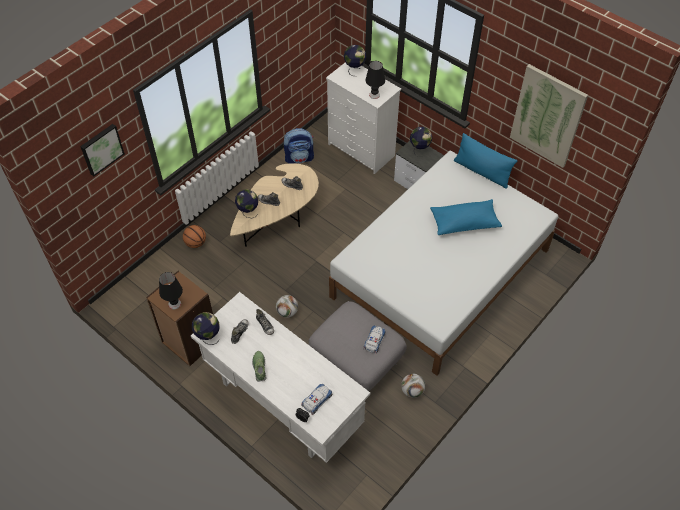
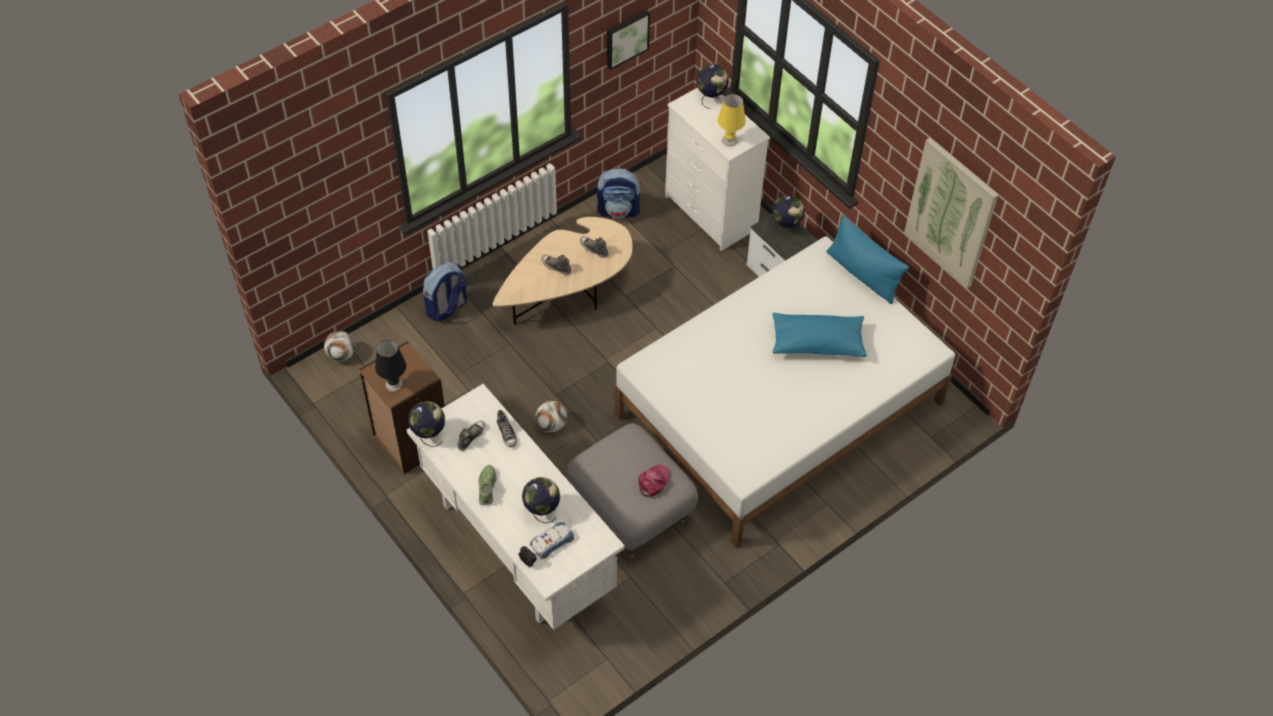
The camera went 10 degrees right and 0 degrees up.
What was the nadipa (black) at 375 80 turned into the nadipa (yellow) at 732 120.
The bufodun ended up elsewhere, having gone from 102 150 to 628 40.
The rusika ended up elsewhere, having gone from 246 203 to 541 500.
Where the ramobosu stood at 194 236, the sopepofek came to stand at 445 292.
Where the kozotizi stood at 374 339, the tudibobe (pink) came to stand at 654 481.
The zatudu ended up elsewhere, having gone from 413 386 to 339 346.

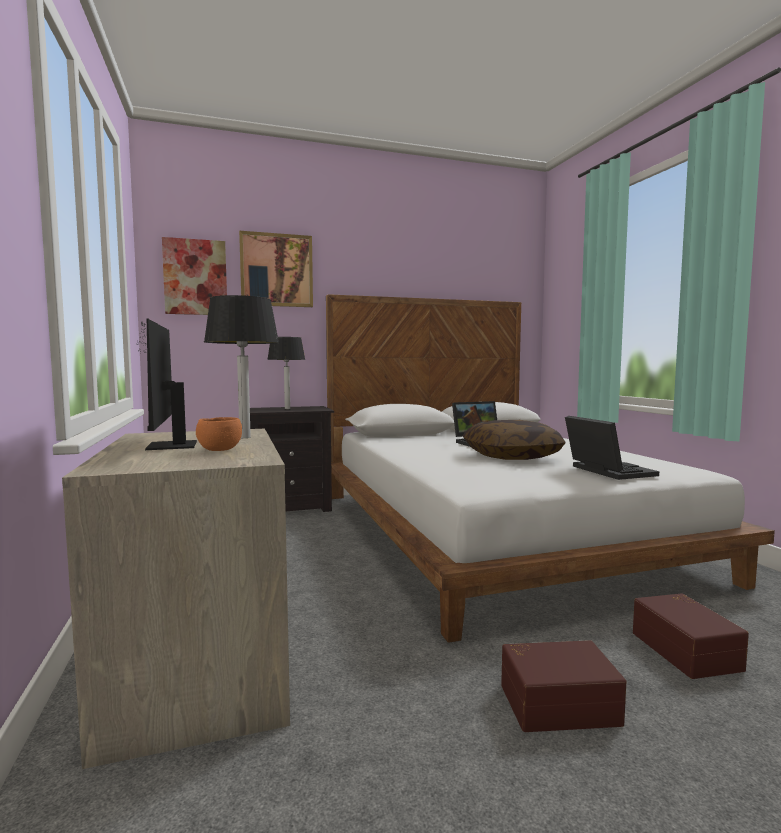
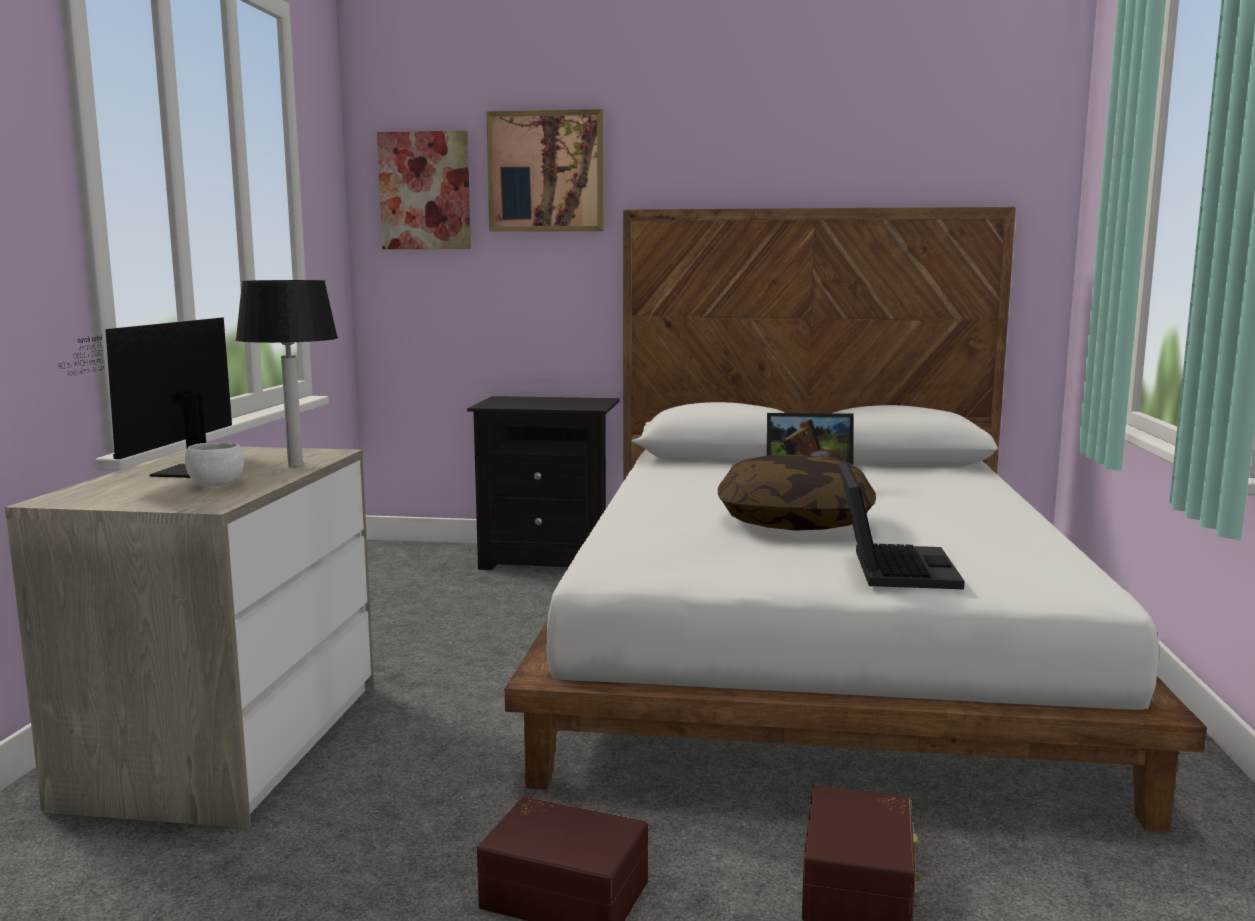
The camera went 25 degrees right and 5 degrees up.
The second view lost the nadipa at 286 373.
What was the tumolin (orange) at 219 434 turned into the tumolin (white) at 214 464.

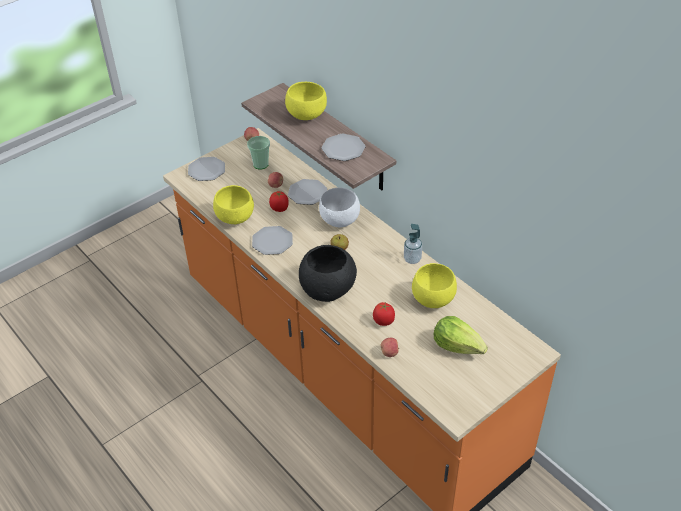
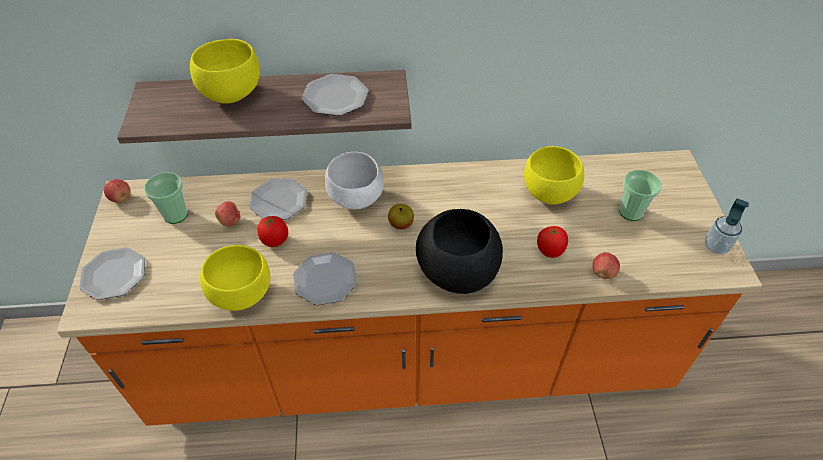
The camera went 55 degrees left and 5 degrees up.
The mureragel ended up elsewhere, having gone from 413 244 to 727 226.
Where the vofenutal stood at 461 335, the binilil came to stand at 640 195.

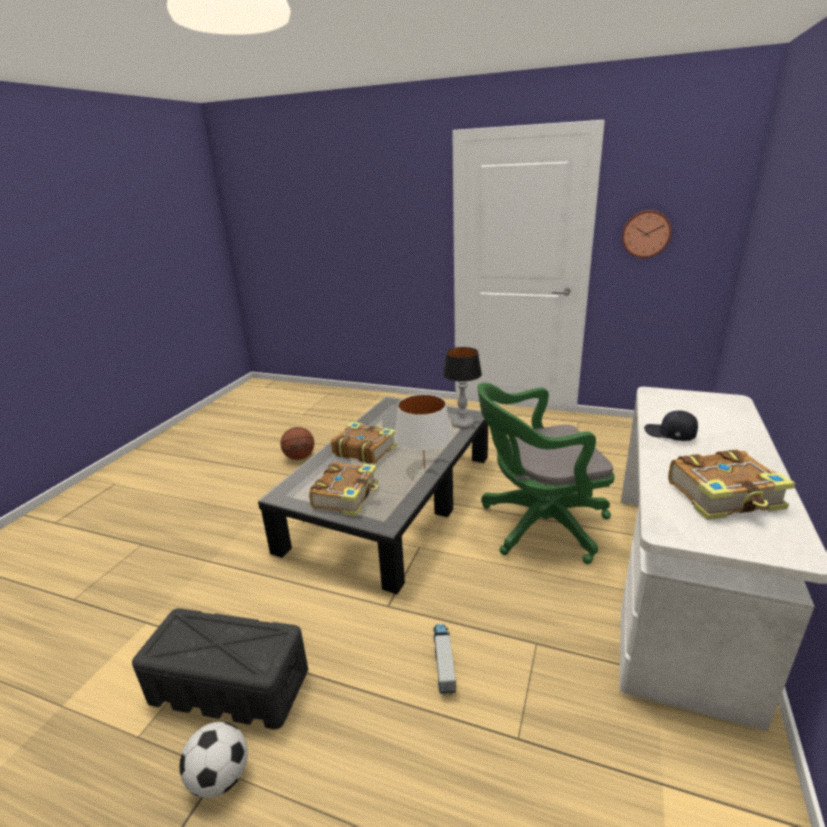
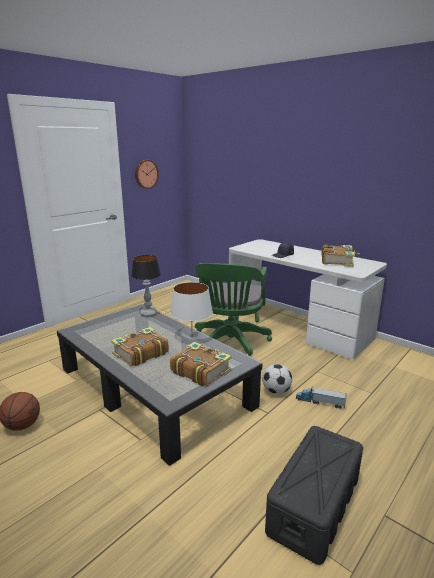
The camera went 70 degrees left and 5 degrees down.
The zatudu ended up elsewhere, having gone from 213 760 to 277 379.

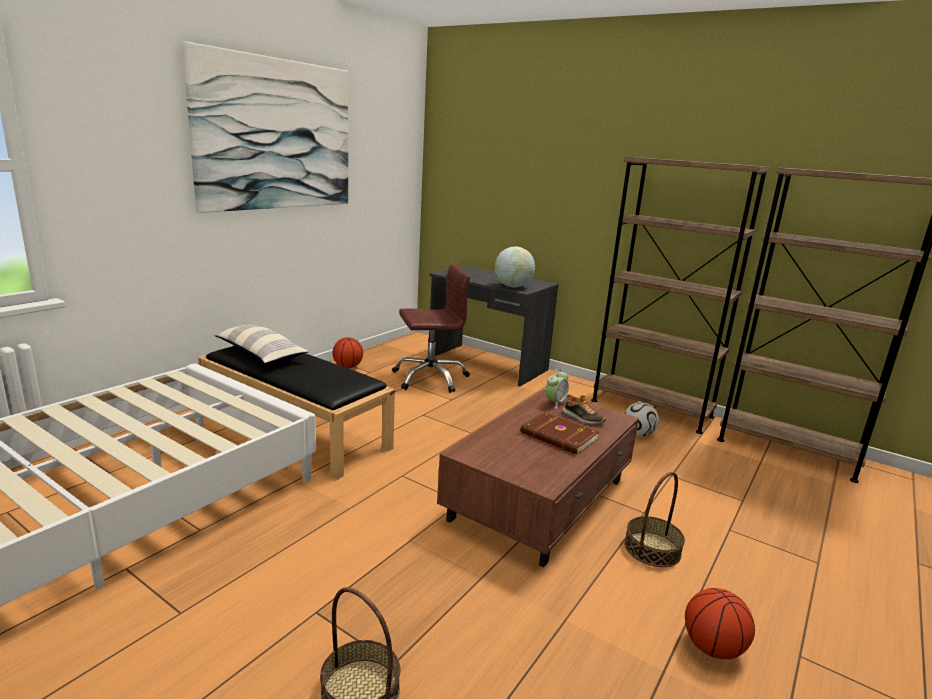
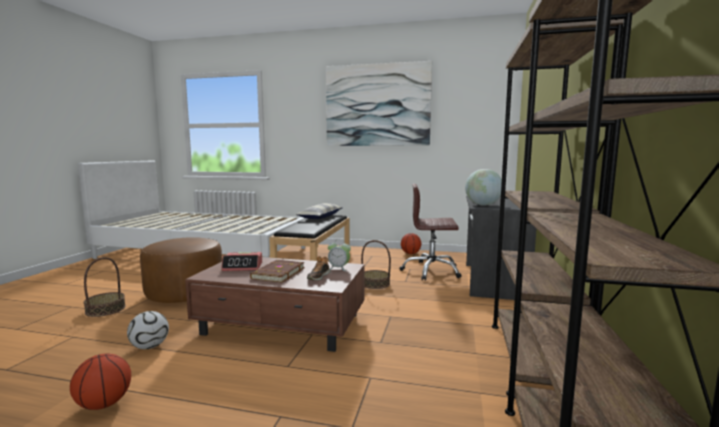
The camera went 70 degrees right and 10 degrees down.
The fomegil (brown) at 431 328 ended up facing another way, 135 degrees clockwise from before.
The zatudu ended up elsewhere, having gone from 641 419 to 148 330.
The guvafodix ended up elsewhere, having gone from 654 519 to 376 264.
The second view gained the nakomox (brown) at 181 270.
The second view gained the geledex at 241 261.

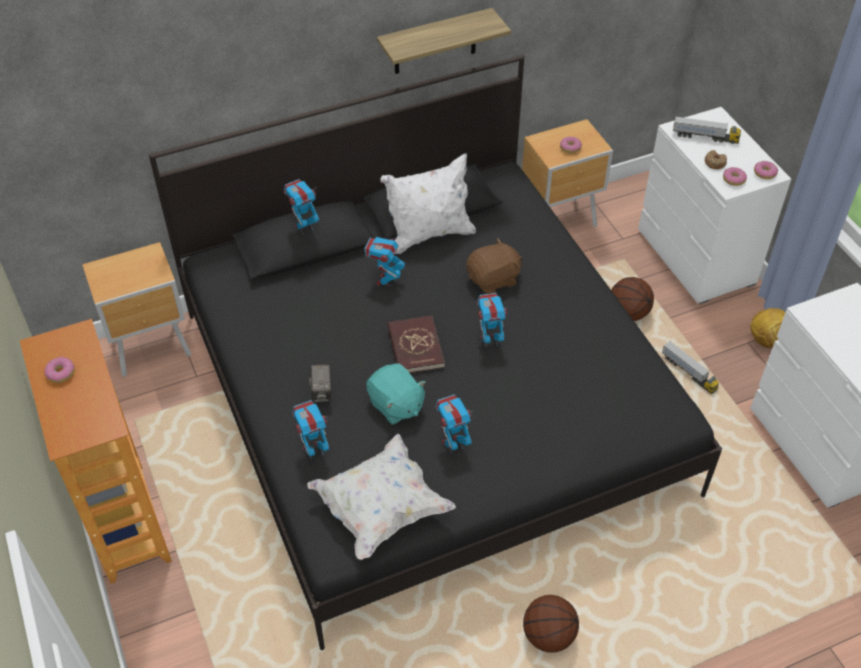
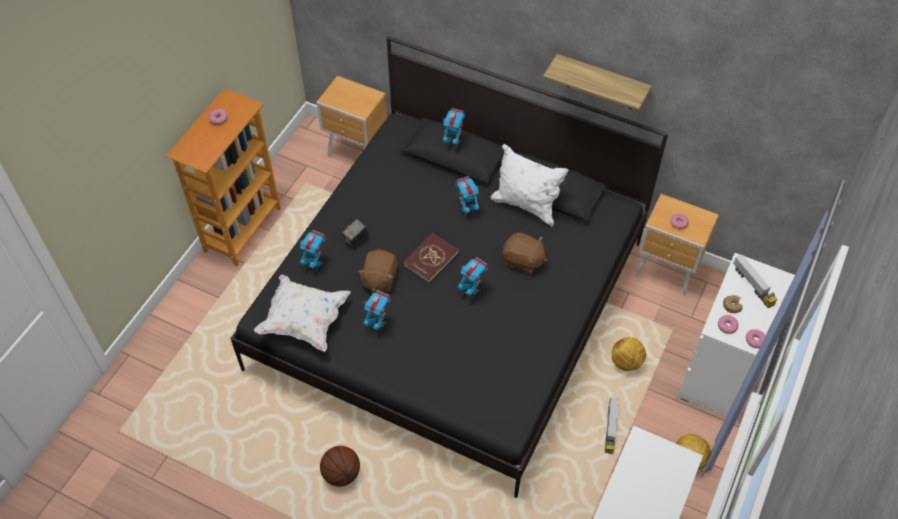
The camera went 50 degrees right and 5 degrees up.
Where the ramobosu stood at 632 299, the zatudu came to stand at 629 354.
What was the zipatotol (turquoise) at 396 394 turned into the zipatotol (brown) at 377 271.

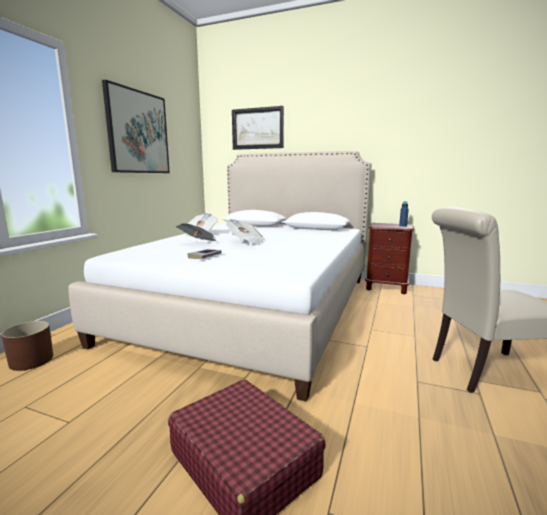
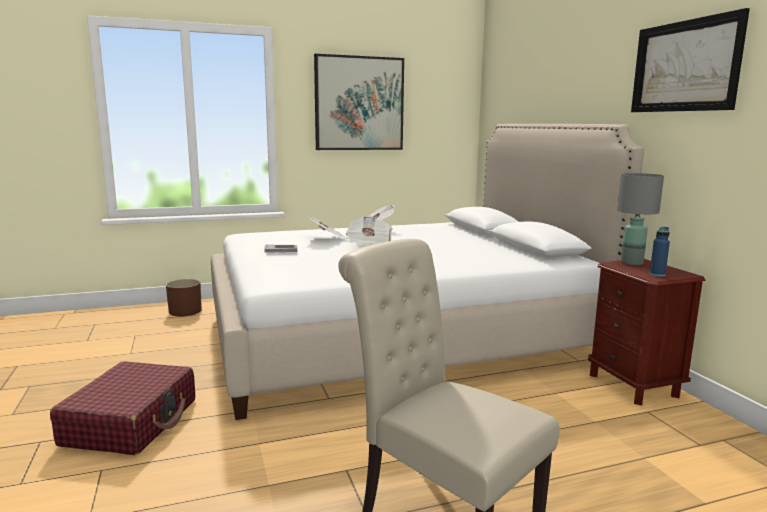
The camera went 50 degrees right and 0 degrees up.
The bufodun ended up elsewhere, having gone from 258 128 to 690 60.
The second view gained the nadipa (grey) at 640 219.

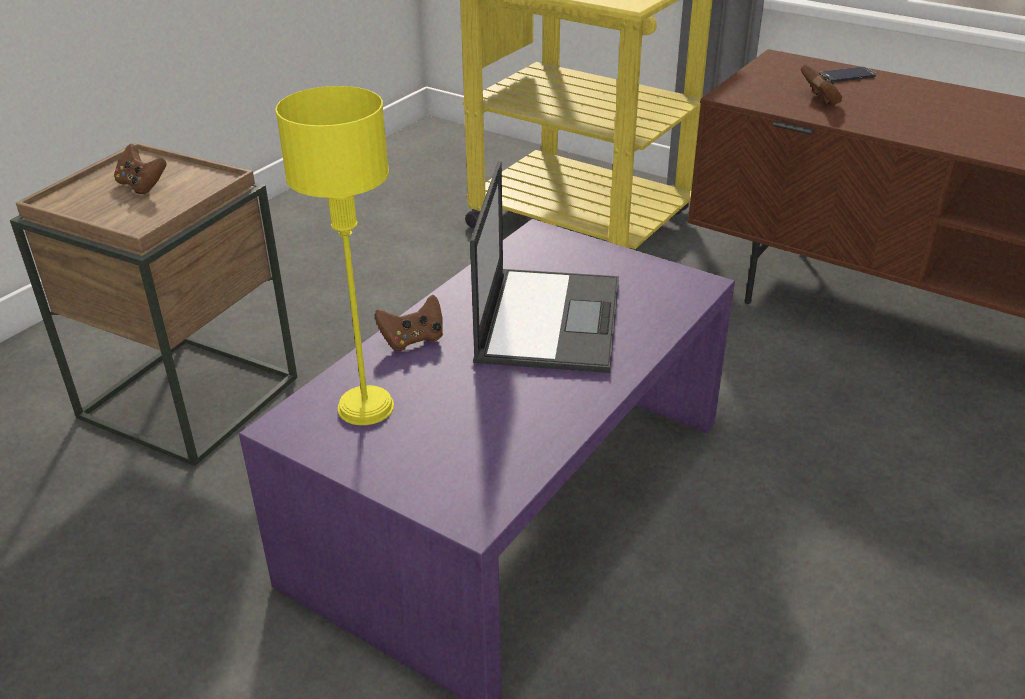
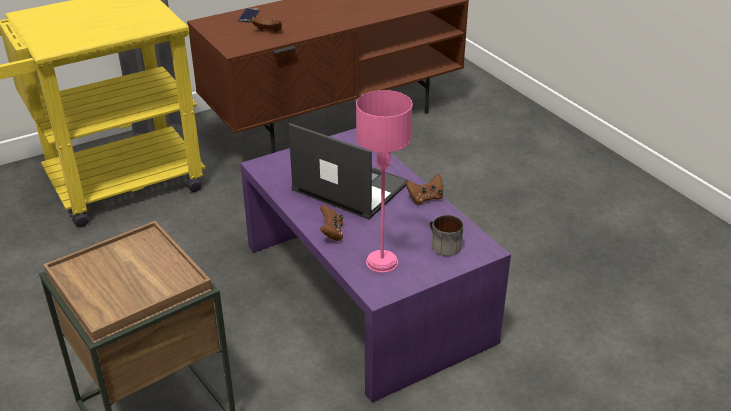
The camera went 65 degrees left and 0 degrees up.
What was the nadipa (yellow) at 334 255 turned into the nadipa (pink) at 384 181.
The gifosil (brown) ended up elsewhere, having gone from 140 168 to 424 189.
The second view gained the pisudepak at 446 235.

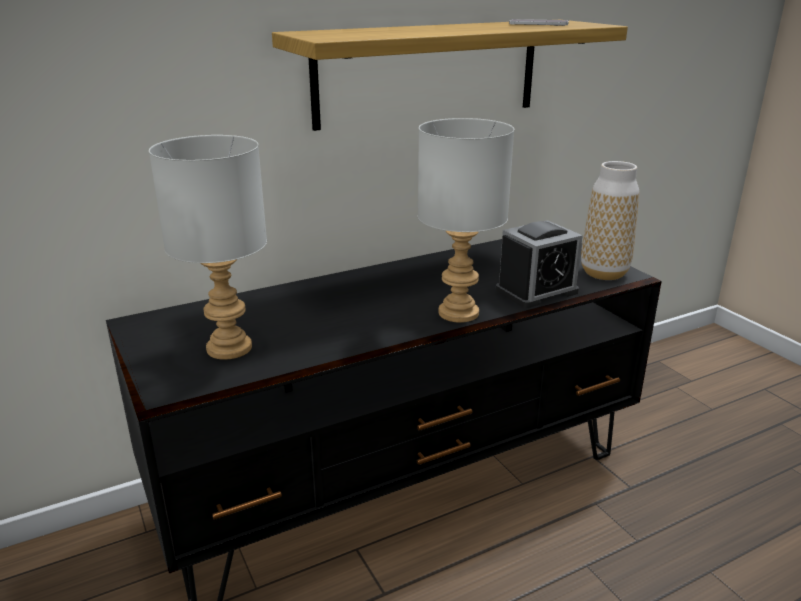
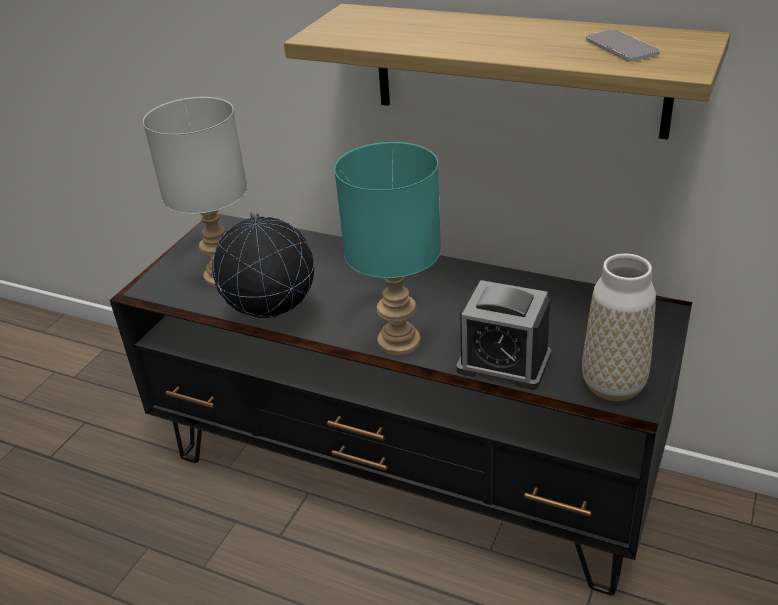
The camera went 55 degrees right and 10 degrees up.
What was the nadipa (grey) at 466 220 turned into the nadipa (turquoise) at 387 249.
The second view gained the rusika at 263 265.

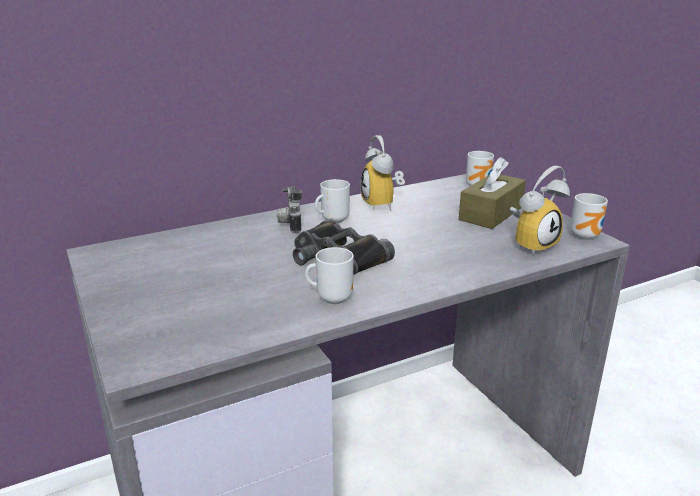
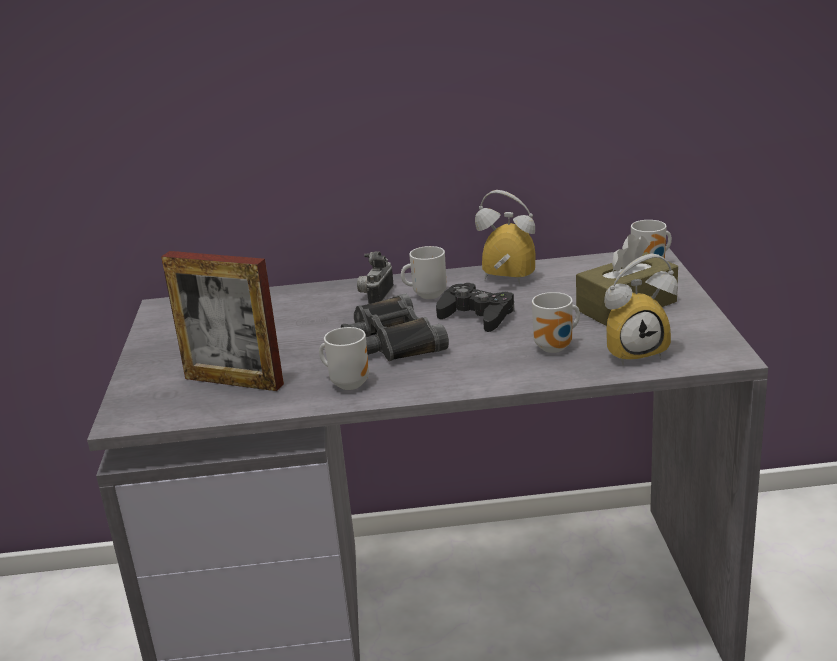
The camera went 25 degrees right and 0 degrees up.
The geledex at 383 173 ended up facing another way, 105 degrees clockwise from before.
The pisudepak ended up elsewhere, having gone from 589 216 to 556 322.
The second view gained the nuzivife at 222 321.
The second view gained the gifosil (black) at 475 307.

